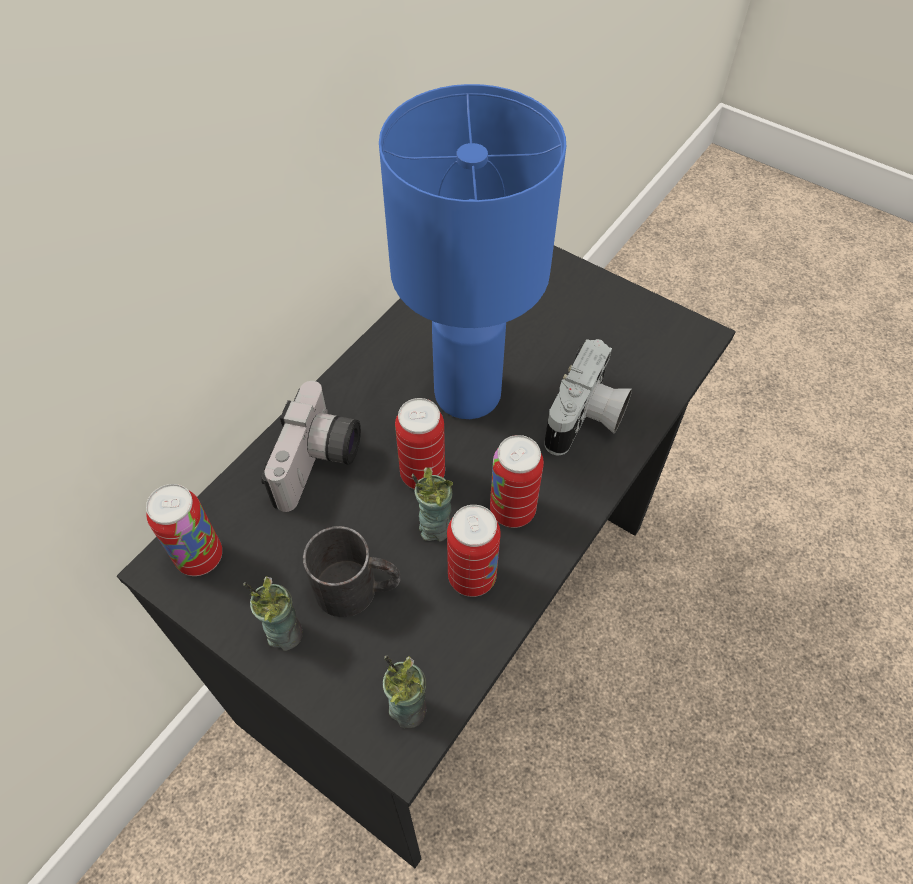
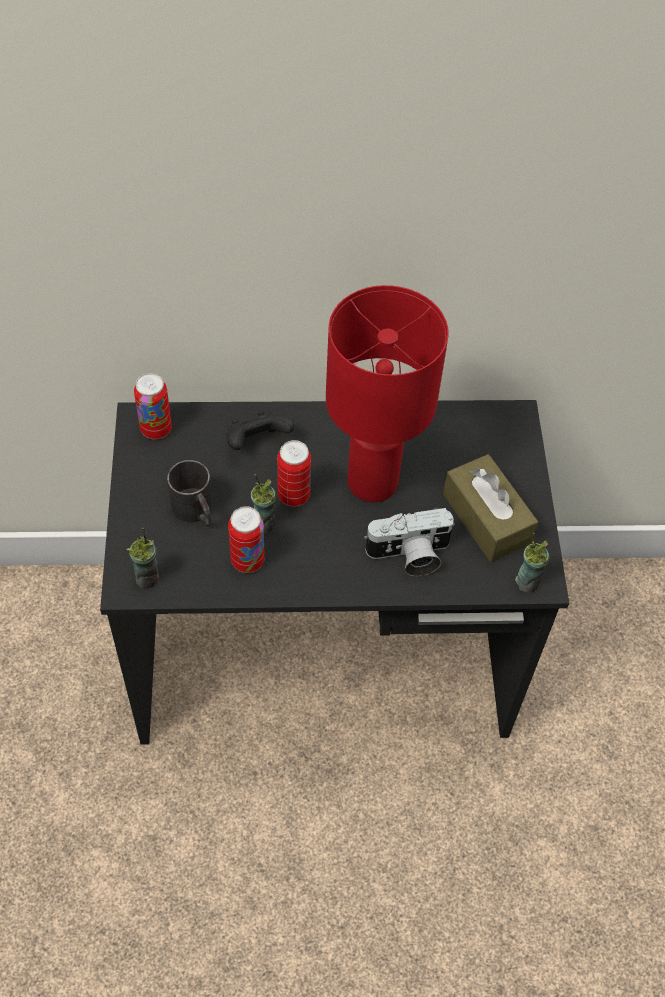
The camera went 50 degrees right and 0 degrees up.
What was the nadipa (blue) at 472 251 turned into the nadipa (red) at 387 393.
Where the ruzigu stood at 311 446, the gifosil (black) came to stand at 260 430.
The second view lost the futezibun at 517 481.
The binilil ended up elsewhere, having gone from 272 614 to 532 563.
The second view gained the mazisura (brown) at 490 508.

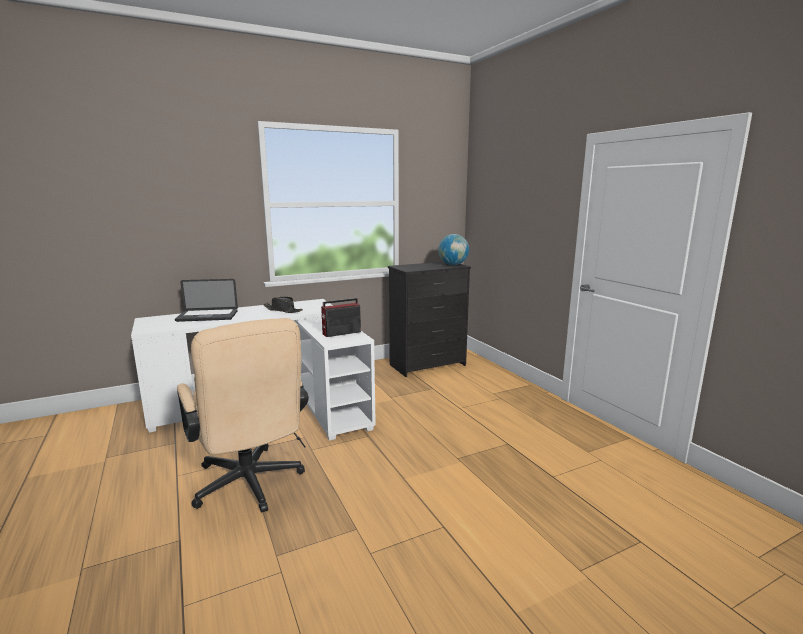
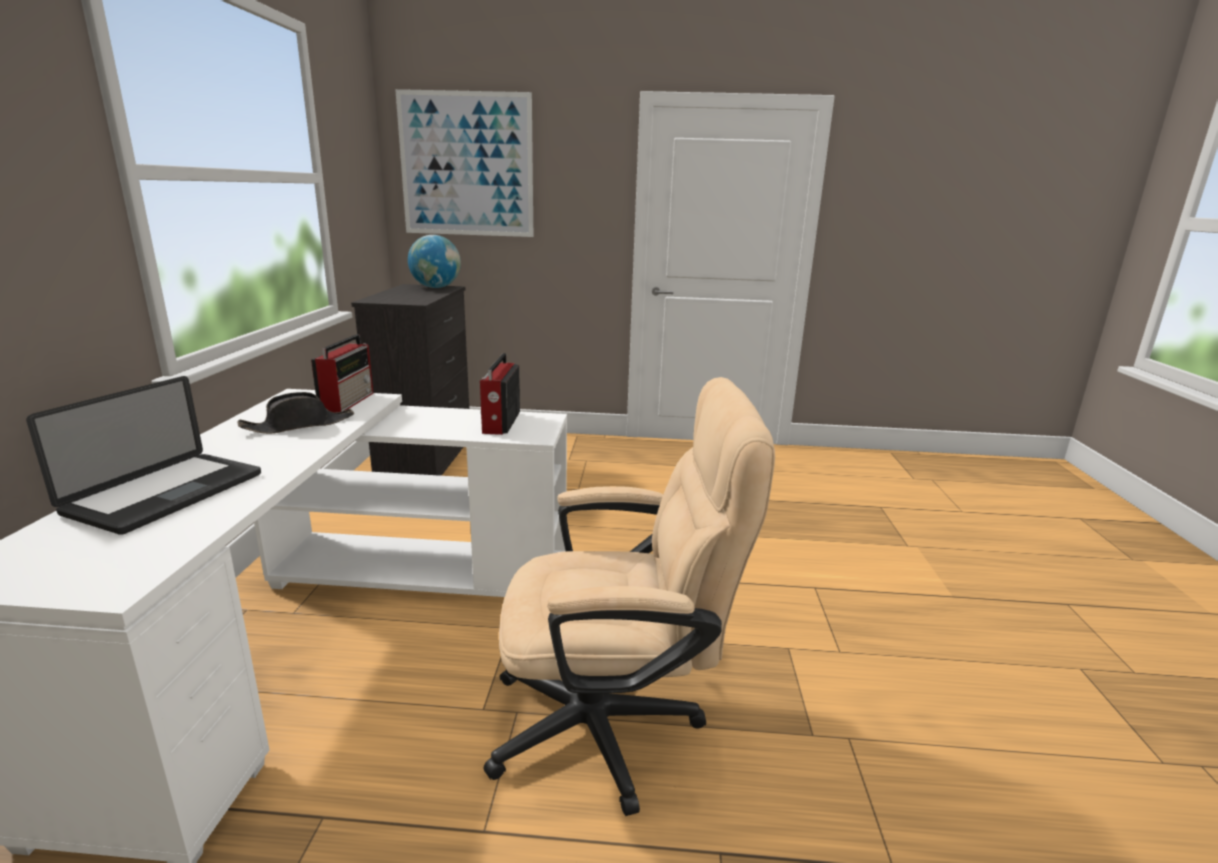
The camera went 60 degrees left and 5 degrees up.
The second view gained the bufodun at 464 163.
The second view gained the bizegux at 342 373.

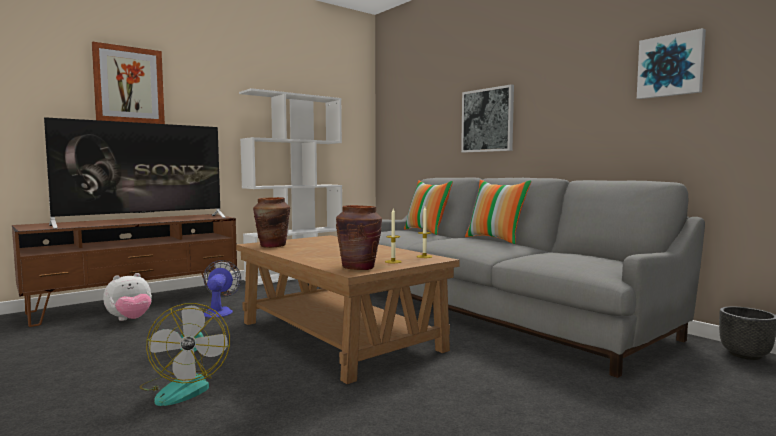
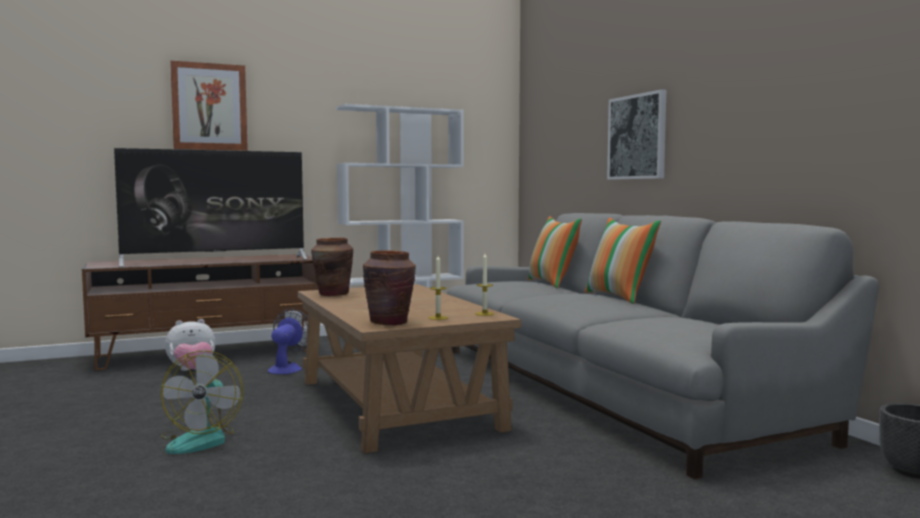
The camera went 15 degrees right and 0 degrees up.
The second view lost the bufodun at 671 63.

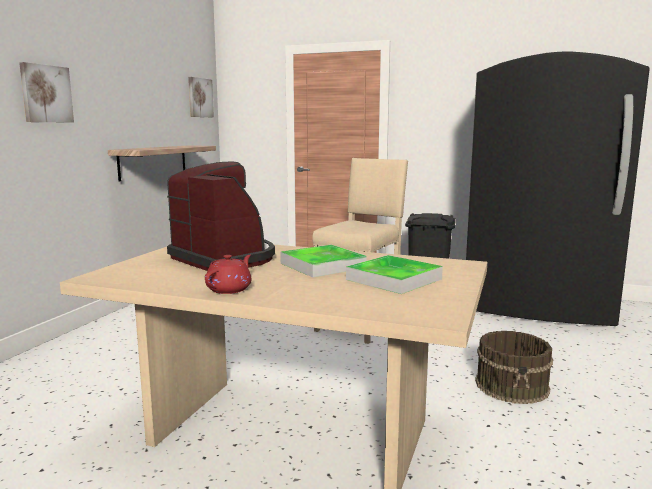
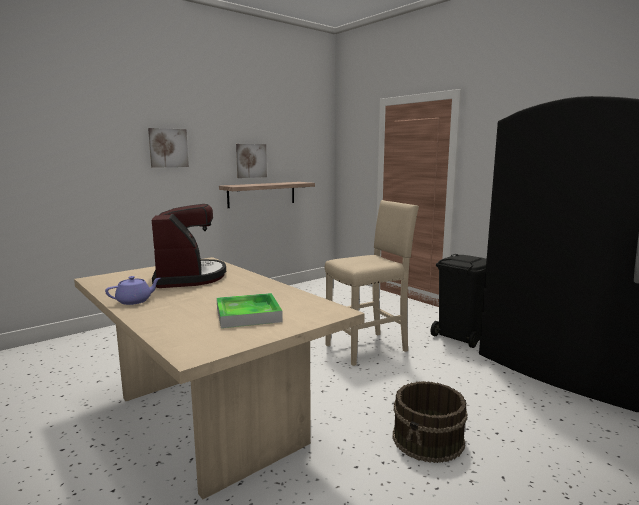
The camera went 30 degrees right and 0 degrees up.
The bufodun ended up elsewhere, having gone from 201 97 to 251 161.
The second view lost the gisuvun at 323 261.
What was the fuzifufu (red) at 228 274 turned into the fuzifufu (purple) at 132 290.

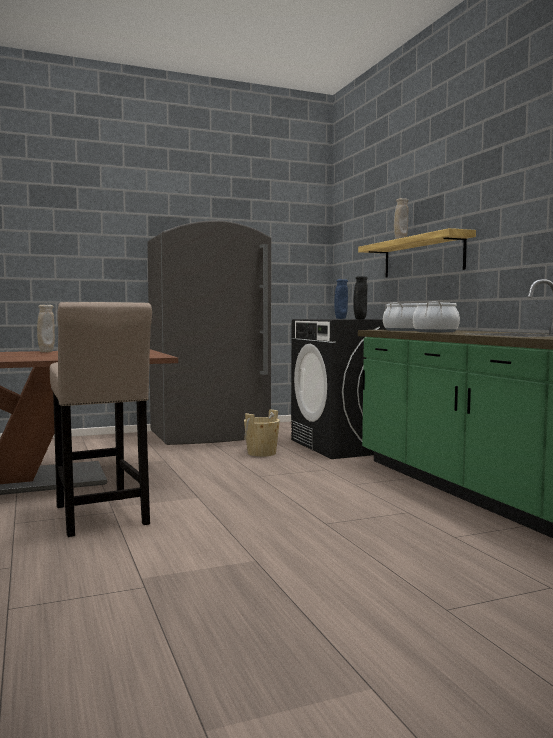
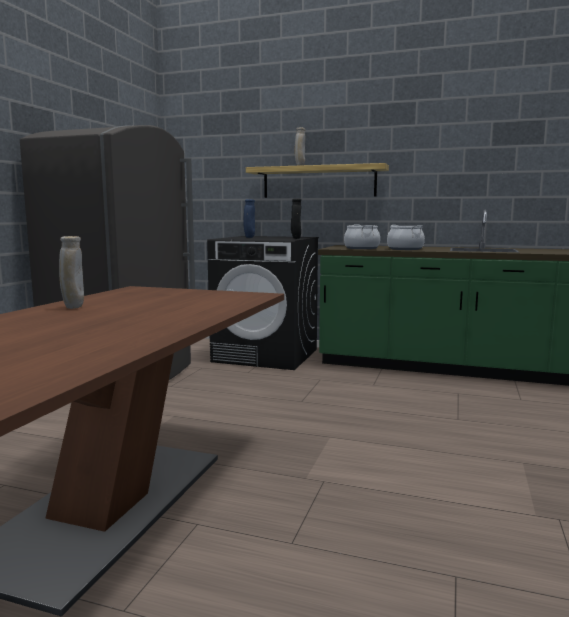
The camera went 50 degrees left and 5 degrees up.
The second view lost the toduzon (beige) at 101 419.
The second view lost the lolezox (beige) at 262 433.

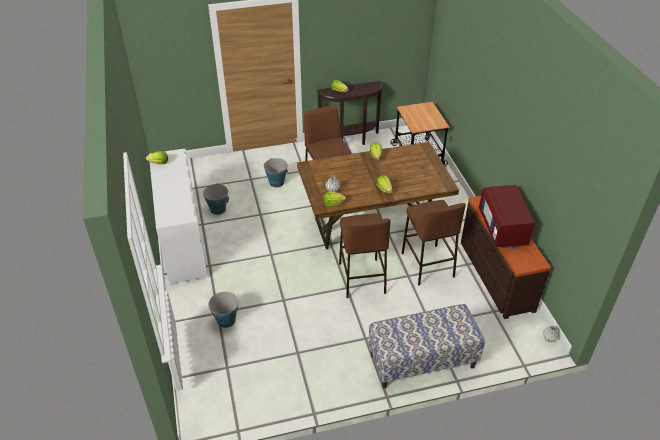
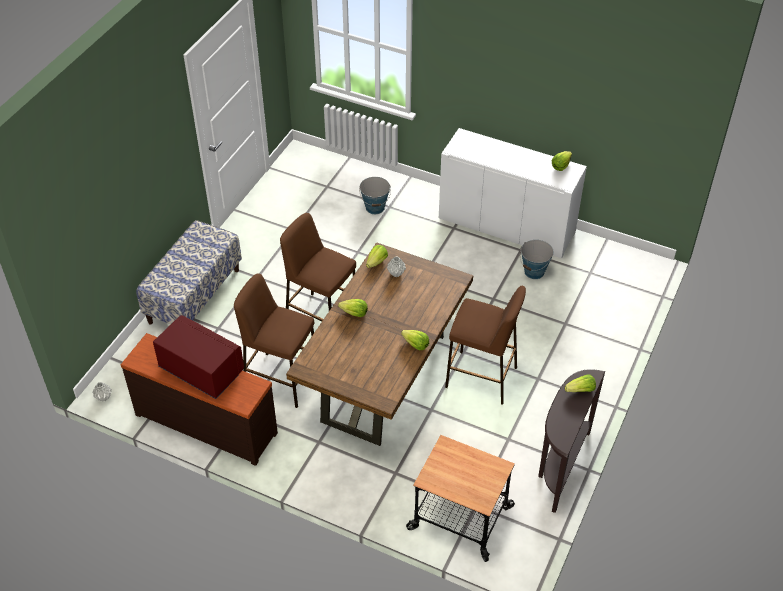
The camera went 130 degrees right and 5 degrees up.
The second view lost the lolezox at 276 173.

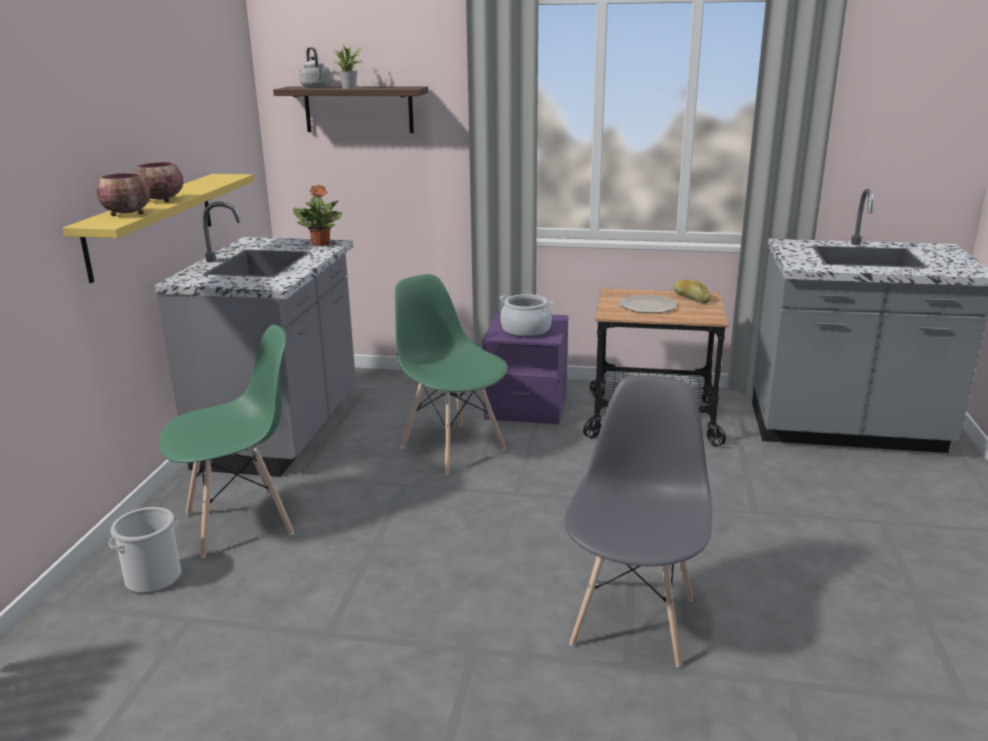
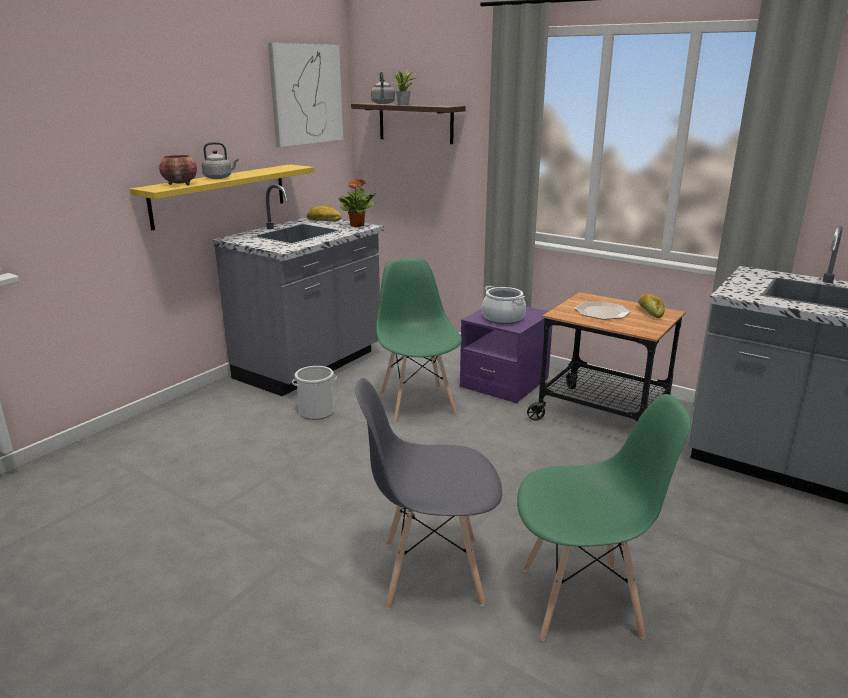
The camera went 25 degrees right and 0 degrees up.
Where the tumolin stood at 159 182, the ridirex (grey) came to stand at 220 160.
The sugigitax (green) ended up elsewhere, having gone from 226 441 to 604 517.
The sugigitax (grey) at 638 521 ended up facing another way, 135 degrees counterclockwise from before.
The lolezox ended up elsewhere, having gone from 145 550 to 314 393.
The second view gained the bufodun at 305 95.
The second view gained the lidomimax at 324 213.

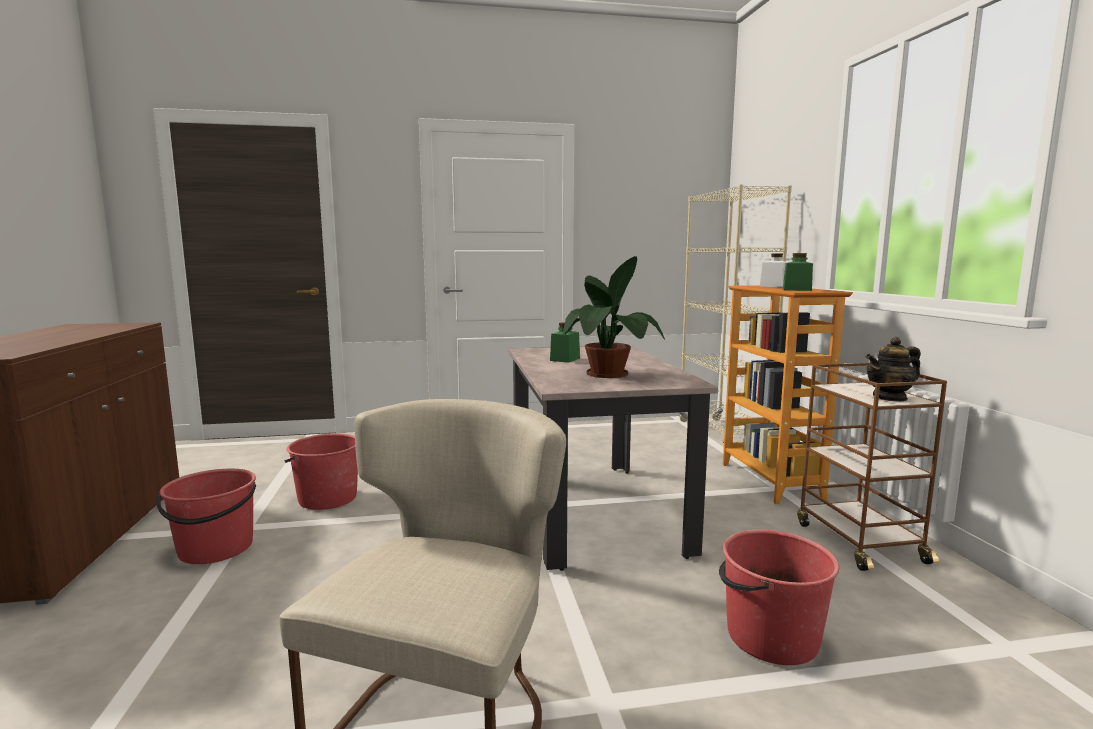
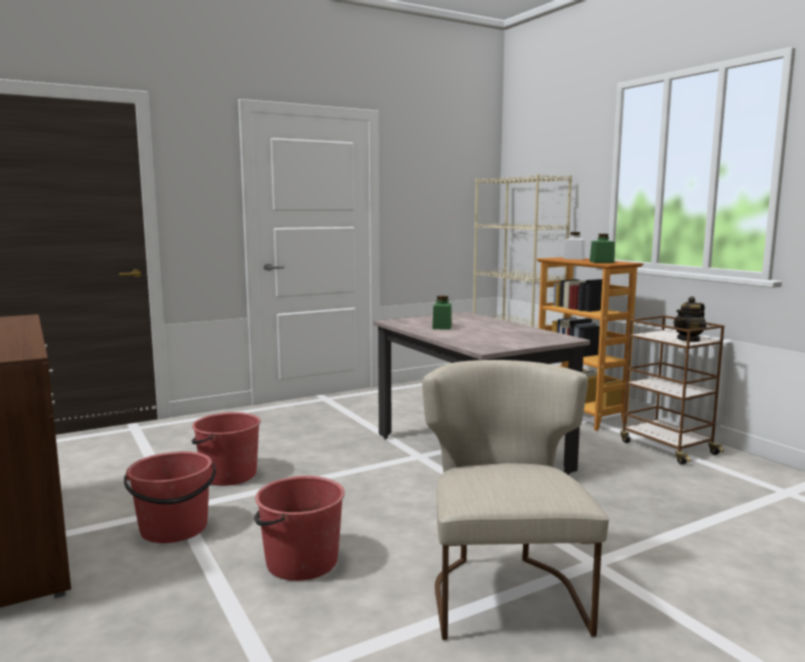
The camera went 20 degrees left and 0 degrees up.
The second view lost the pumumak at 614 317.
The lolezox (red) ended up elsewhere, having gone from 779 597 to 299 528.

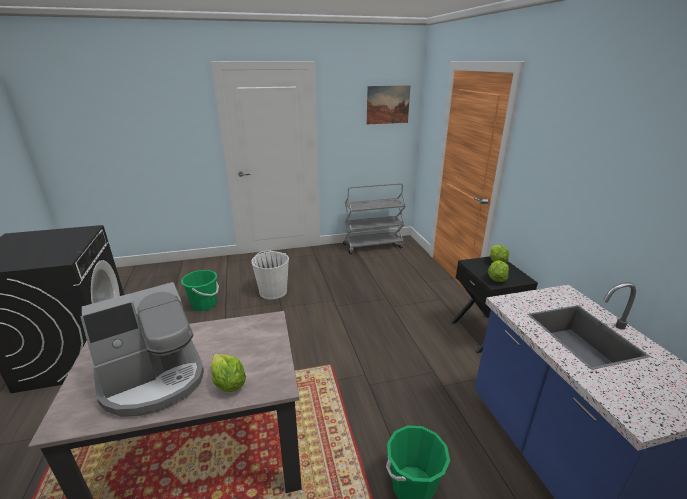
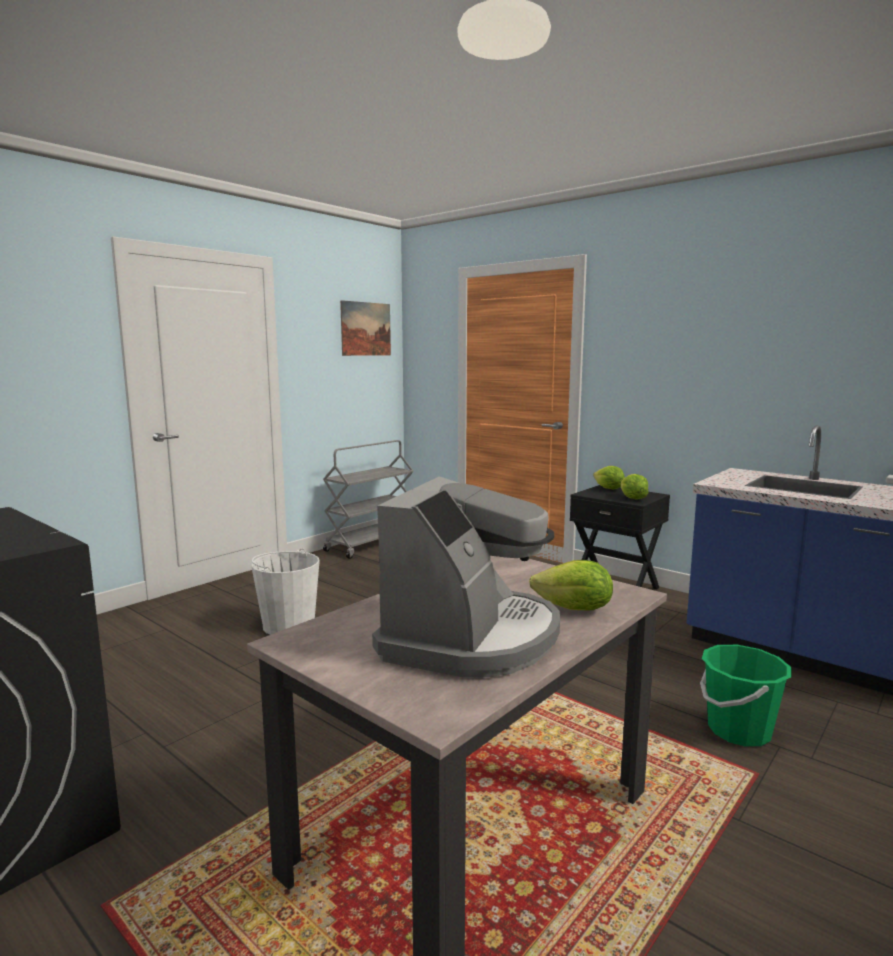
The camera went 35 degrees left and 15 degrees down.
The second view lost the lolezox (green) at 200 290.

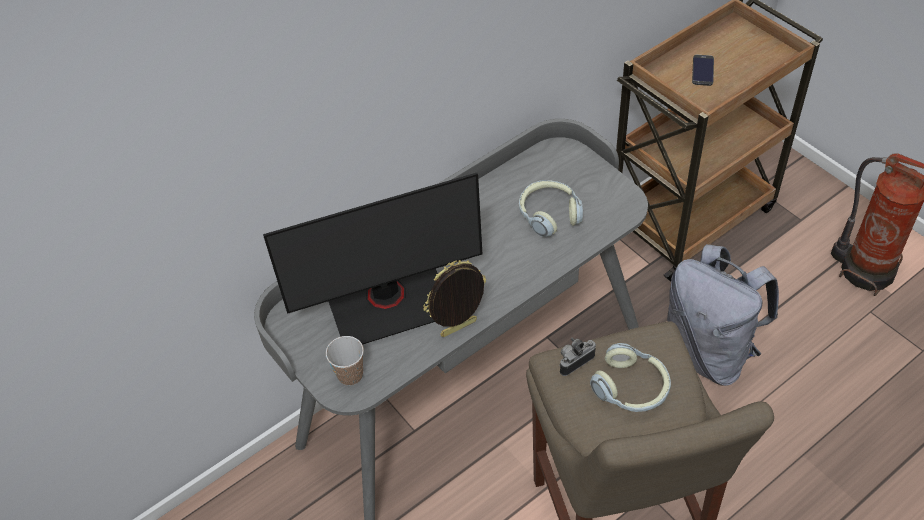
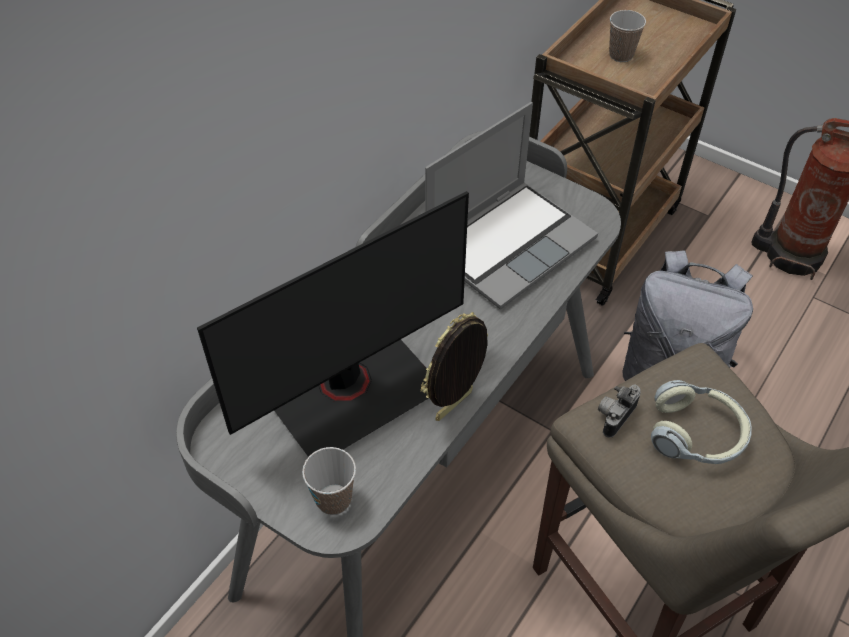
The camera went 20 degrees left and 0 degrees up.
Where the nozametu stood at 703 70, the binilil came to stand at 627 36.
Where the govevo stood at 551 208, the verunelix came to stand at 511 206.

